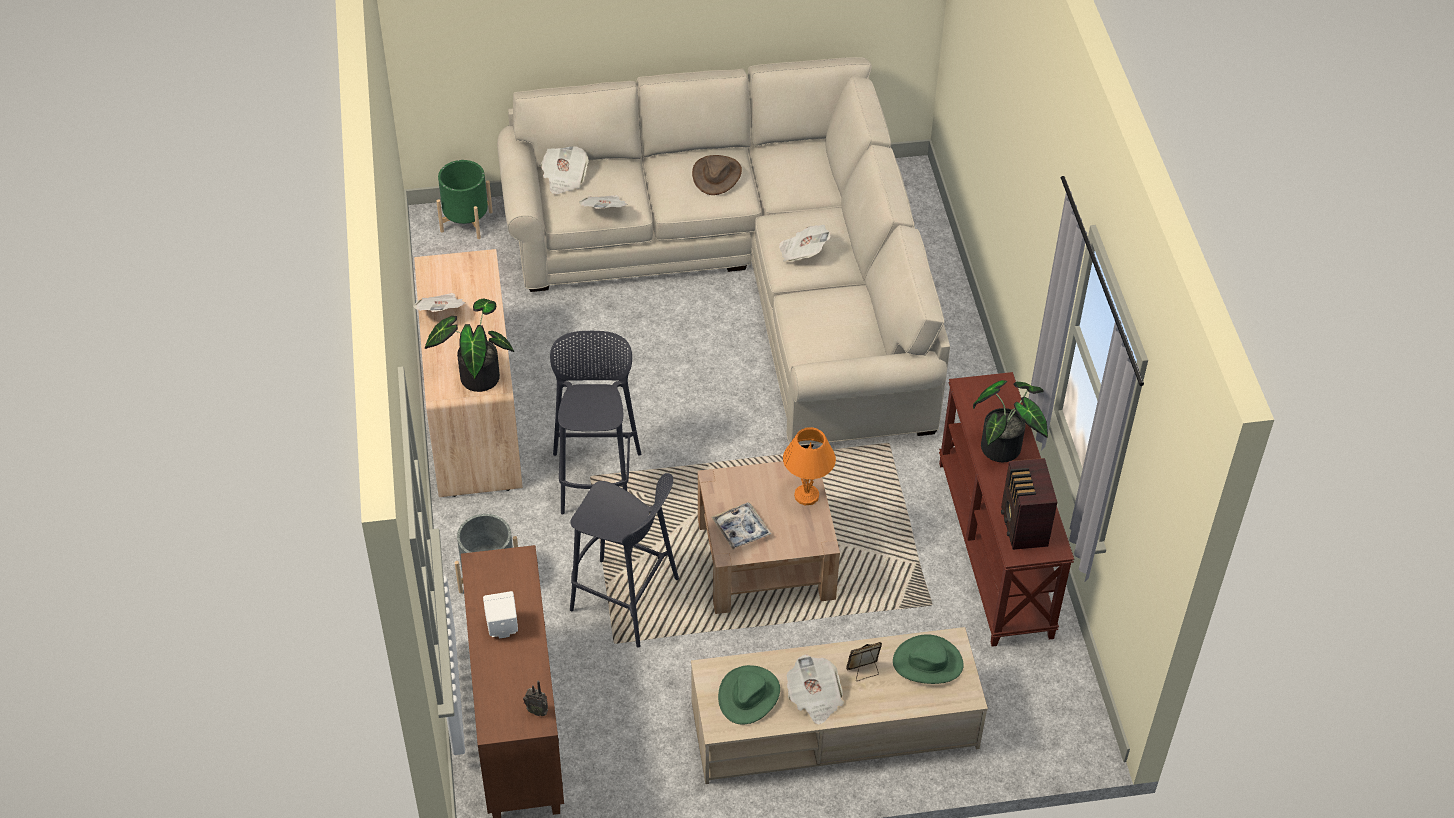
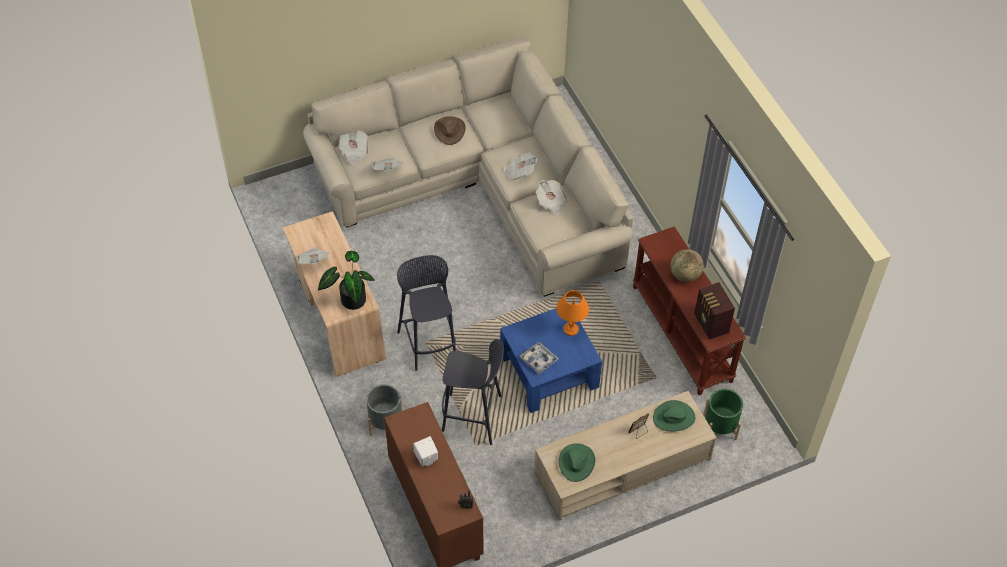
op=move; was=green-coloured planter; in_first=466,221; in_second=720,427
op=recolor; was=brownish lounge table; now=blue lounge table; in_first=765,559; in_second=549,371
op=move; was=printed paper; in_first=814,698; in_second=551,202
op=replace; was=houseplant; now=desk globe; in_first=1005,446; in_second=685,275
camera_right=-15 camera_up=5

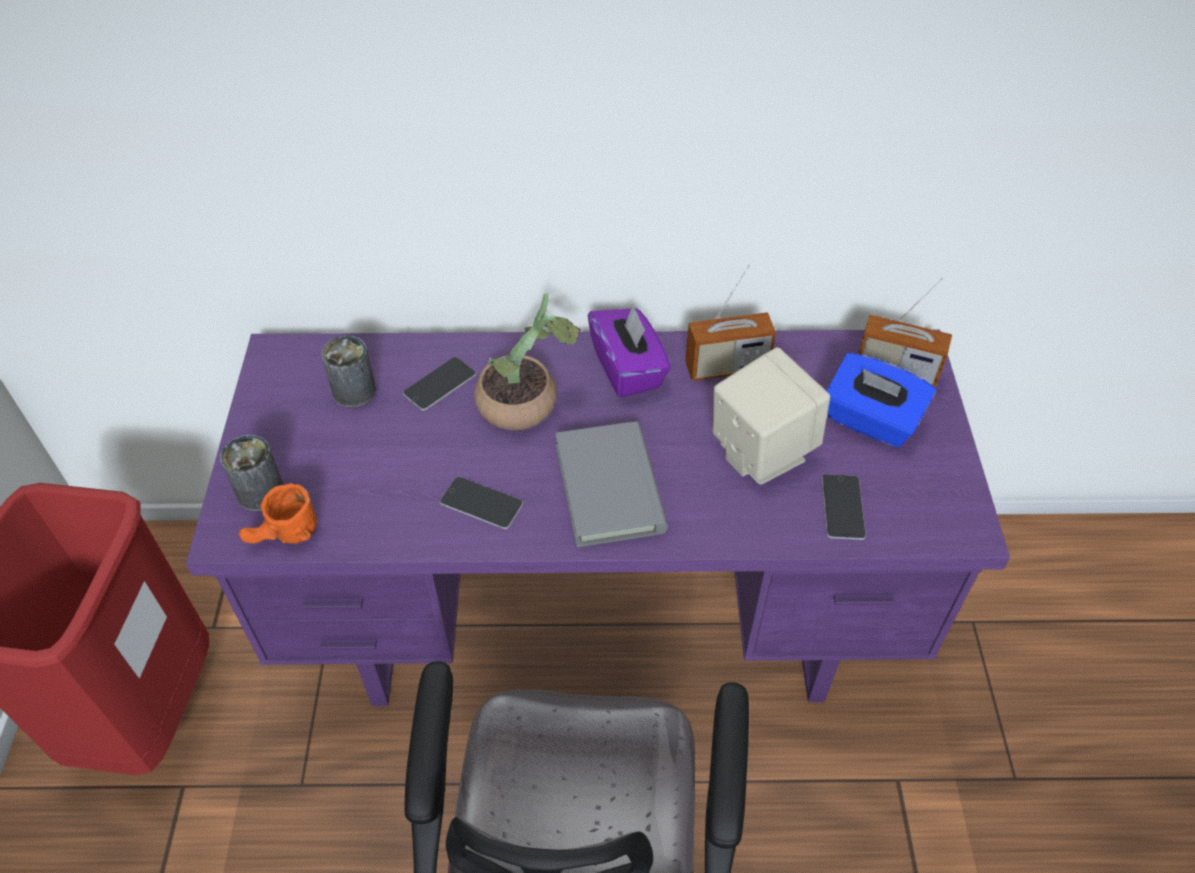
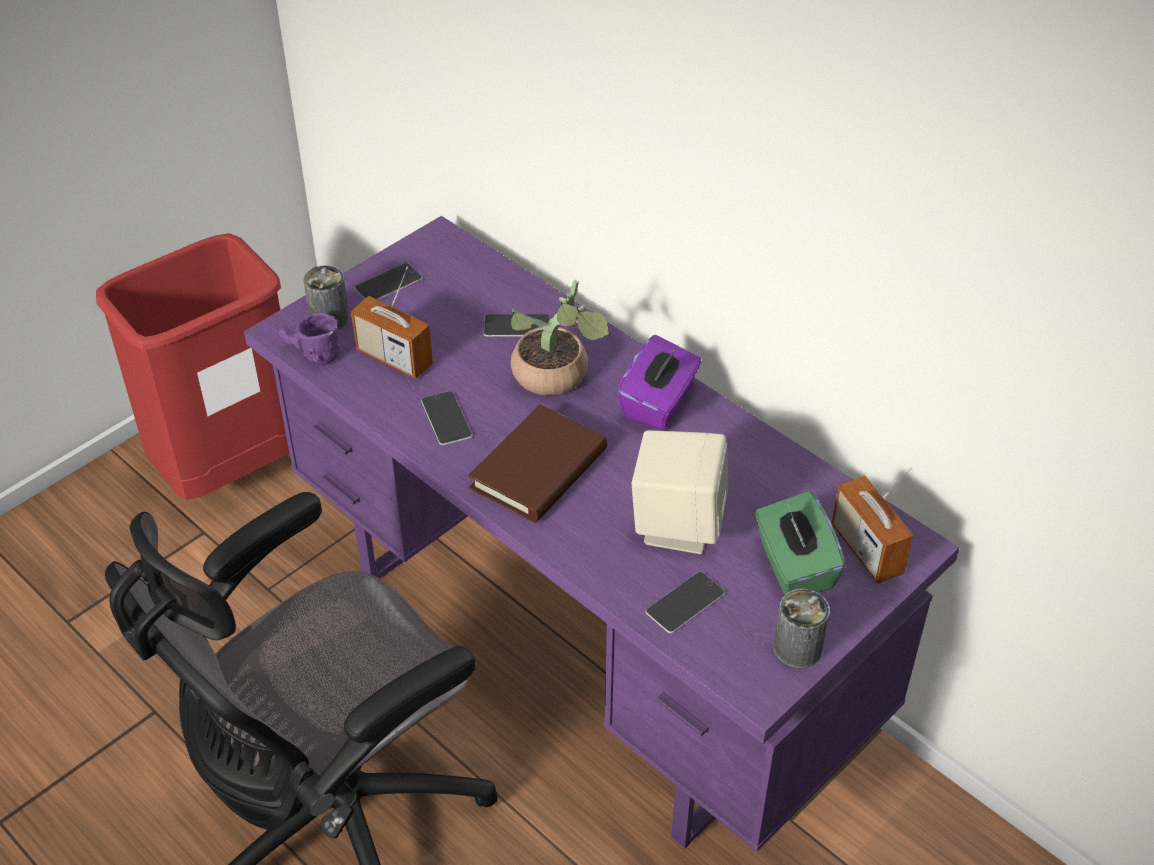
op=recolor; was=orangey mug; now=purple-coloured mug; in_first=284,537; in_second=310,354
op=move; was=metal can; in_first=354,391; in_second=797,648
op=recolor; was=gray book; now=brownish book; in_first=609,488; in_second=539,469
op=move; was=radio receiver; in_first=726,367; in_second=394,358
op=recolor; was=blue tissue holder; now=green-coloured tissue holder; in_first=870,421; in_second=794,566
op=insert; now=telephone; in_second=388,283
camera_right=45 camera_up=-5

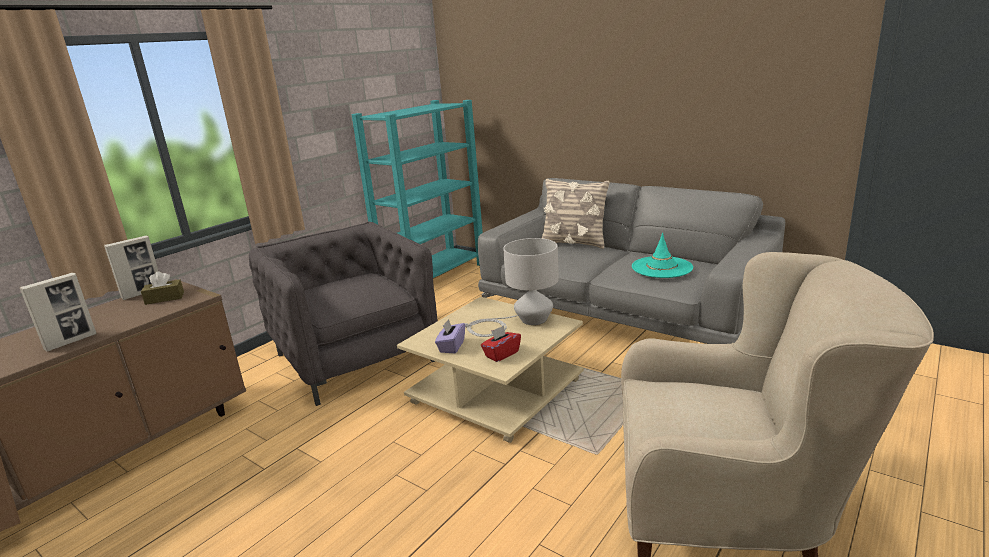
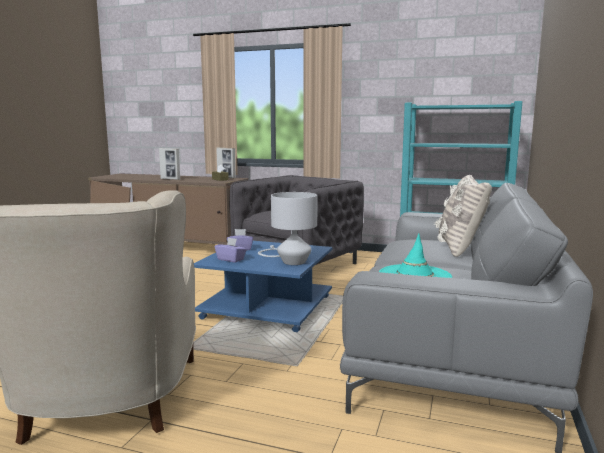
op=recolor; was=beige lounge table; now=blue lounge table; in_first=498,391; in_second=268,308
op=recolor; was=red tissue holder; now=purple-coloured tissue holder; in_first=501,354; in_second=231,259
camera_right=70 camera_up=-10

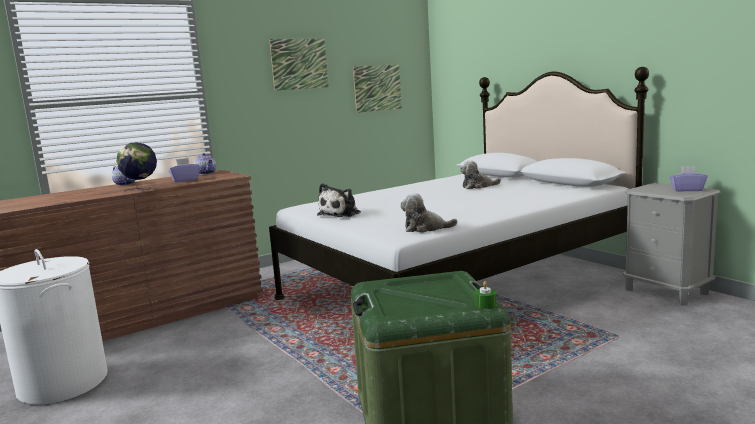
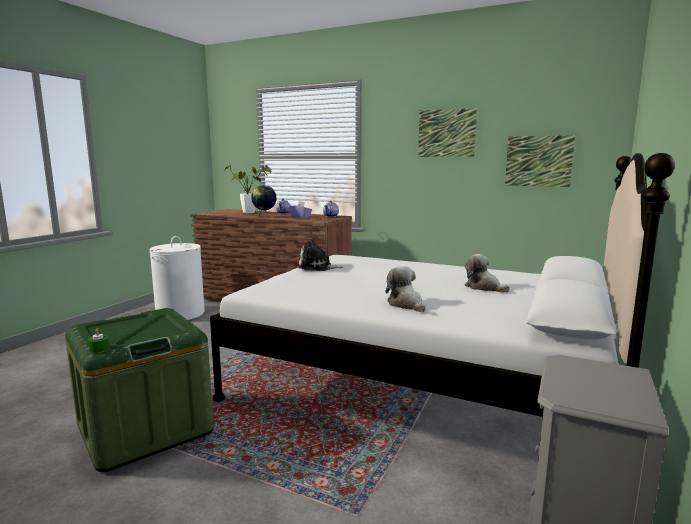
op=move; was=cuddly toy; in_first=425,228; in_second=406,304
op=delete; was=purple-coloured tissue holder; in_first=687,190
op=insert; now=houseplant; in_second=251,212
camera_right=60 camera_up=0

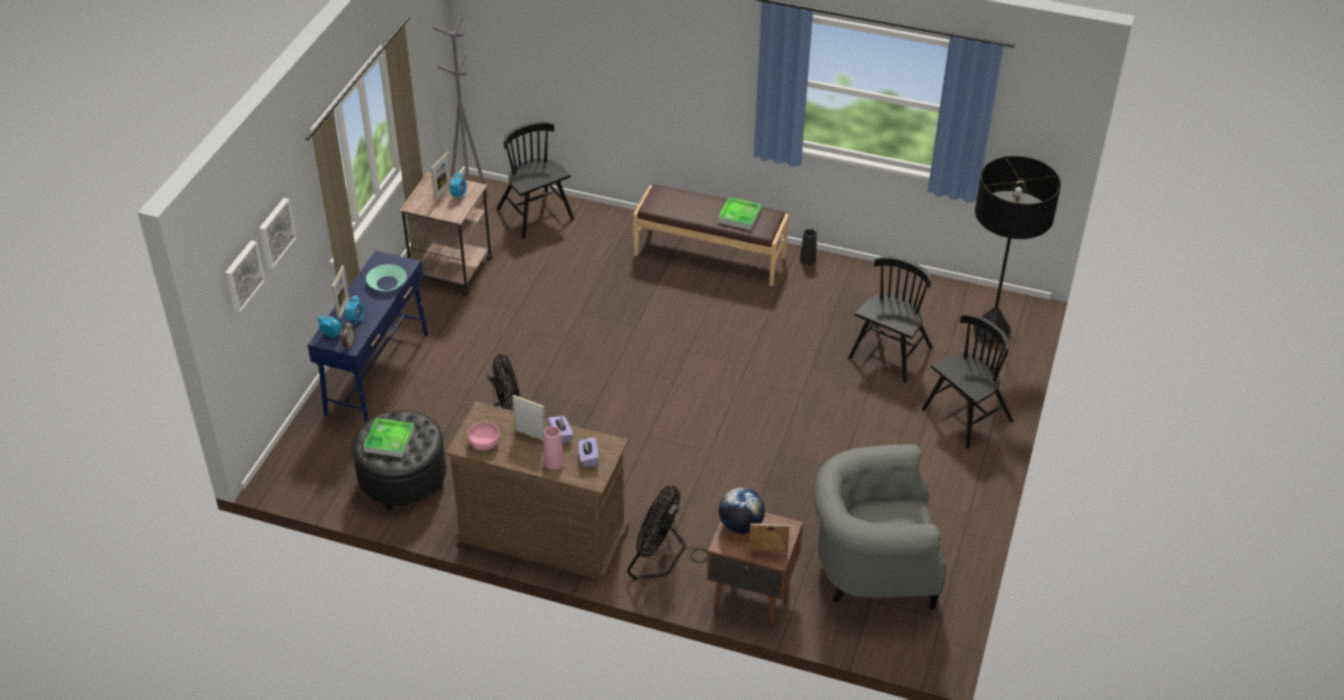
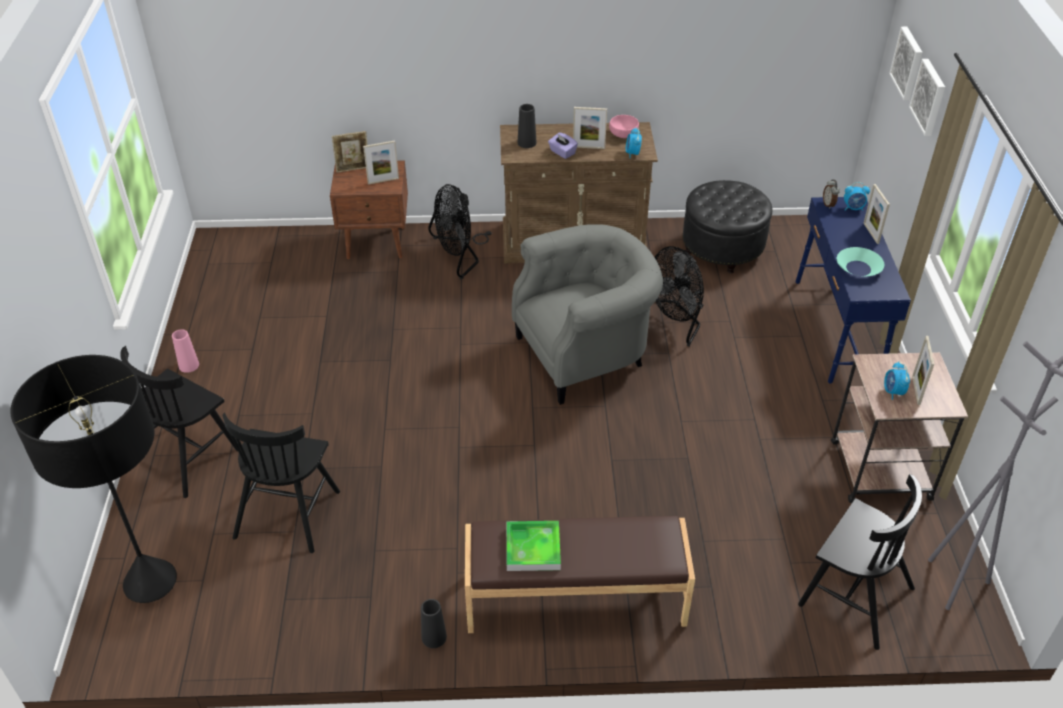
op=move; was=bedside clock; in_first=356,319; in_second=632,153
op=delete; was=carrying tray; in_first=389,440
op=move; was=pinkish vase; in_first=553,462; in_second=189,365
op=replace; was=purple-coloured tissue holder; now=black-coloured vase; in_first=588,458; in_second=527,143
op=rotate; was=black-coloured cooling fan; in_first=667,554; in_second=460,252; clockwise=150
op=replace; was=desk globe; now=picture frame; in_first=741,525; in_second=383,181
op=move; was=gray lounge chair; in_first=872,569; in_second=586,354
camera_right=160 camera_up=0

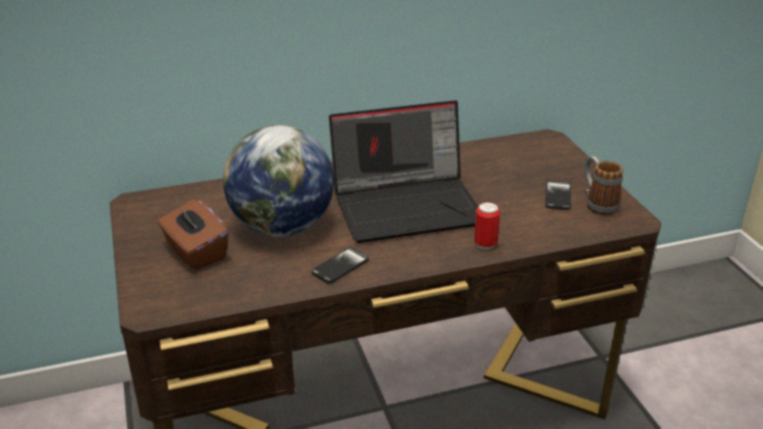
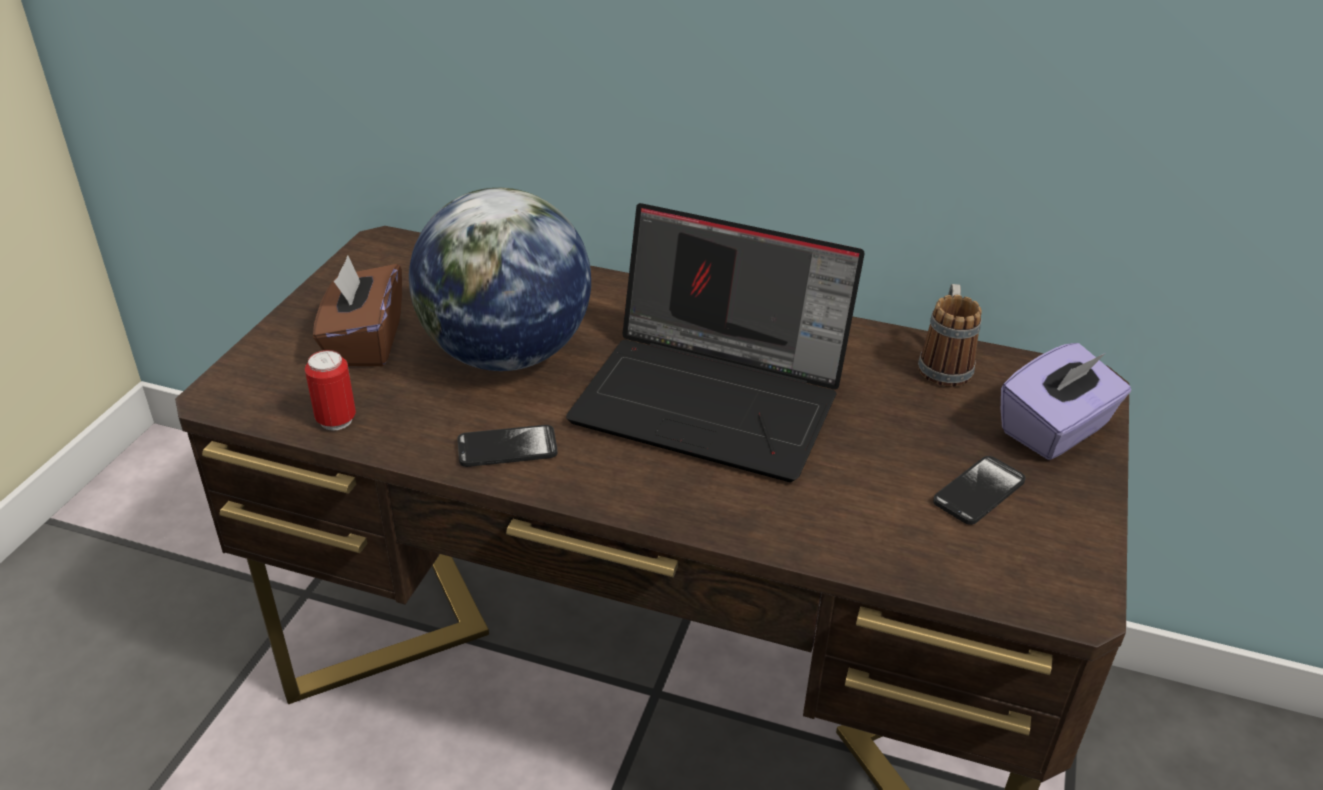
op=move; was=metal can; in_first=485,244; in_second=336,420
op=move; was=mug; in_first=597,203; in_second=944,364
op=insert; now=purple-coloured tissue holder; in_second=1055,430
camera_right=35 camera_up=5

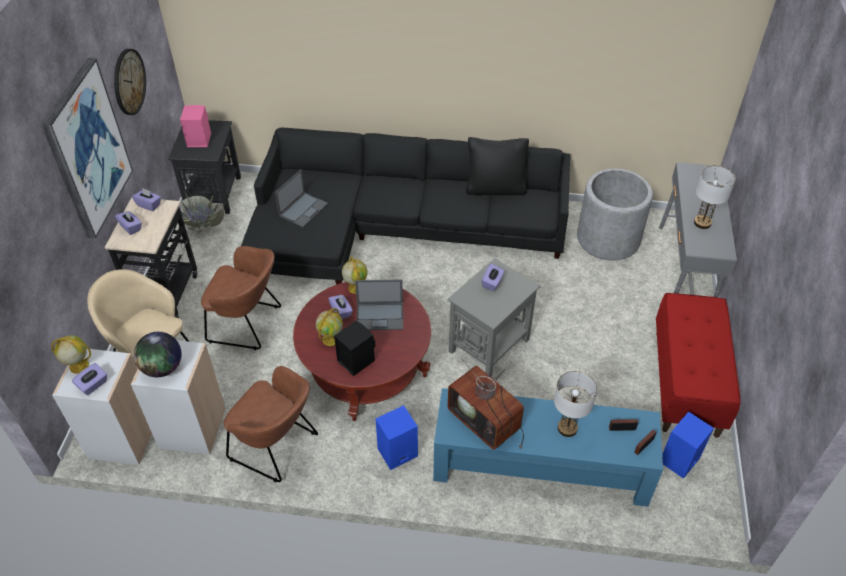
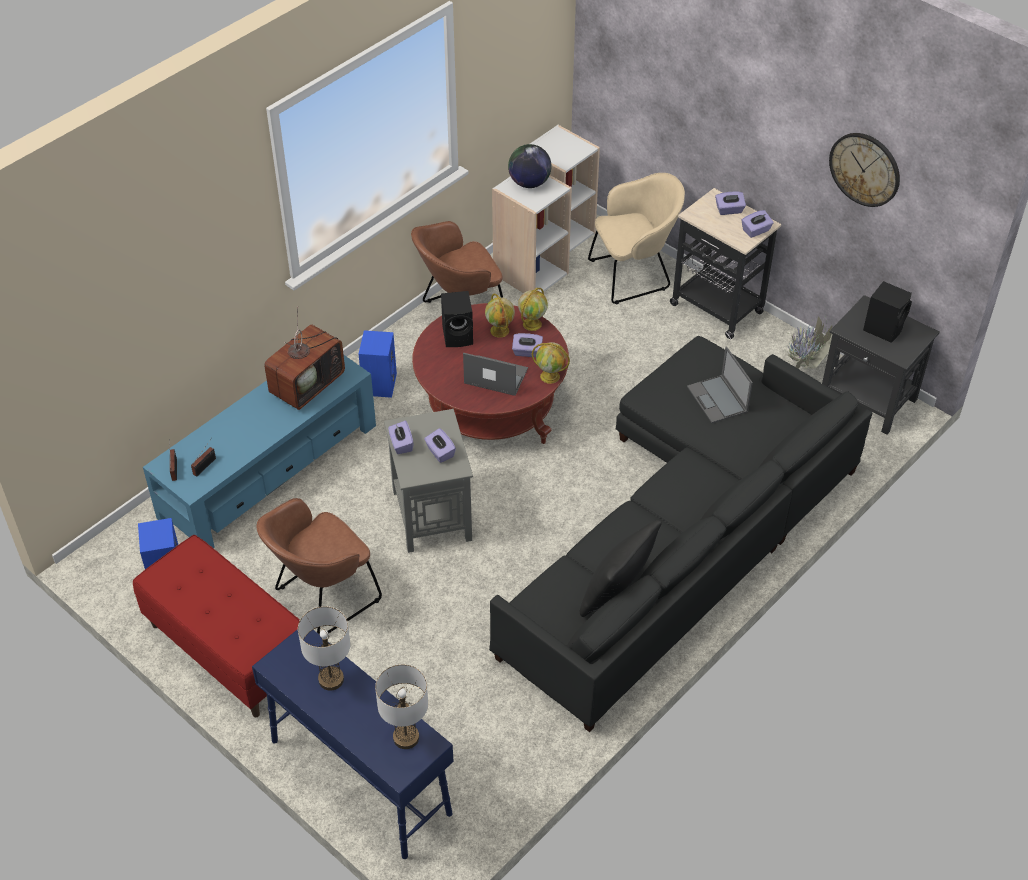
op=delete; was=wall picture; in_first=87,149
op=move; was=desk globe; in_first=78,366; in_second=532,323
op=move; was=purple-coloured tissue holder; in_first=93,385; in_second=401,444
op=recolor; was=pinkish audio speaker; now=black-coloured audio speaker; in_first=198,140; in_second=884,328
op=move; was=brownish lounge chair; in_first=248,325; in_second=322,596
op=rotate; was=portable computer; in_first=380,316; in_second=495,376; clockwise=75
op=rotate; was=TV set; in_first=487,421; in_second=307,383; clockwise=135
op=move; was=table lamp; in_first=567,428; in_second=406,737
op=delete; was=gray planter; in_first=608,239
op=recolor; was=gray hall table; now=blue hall table; in_first=682,272; in_second=361,776
camera_right=125 camera_up=0

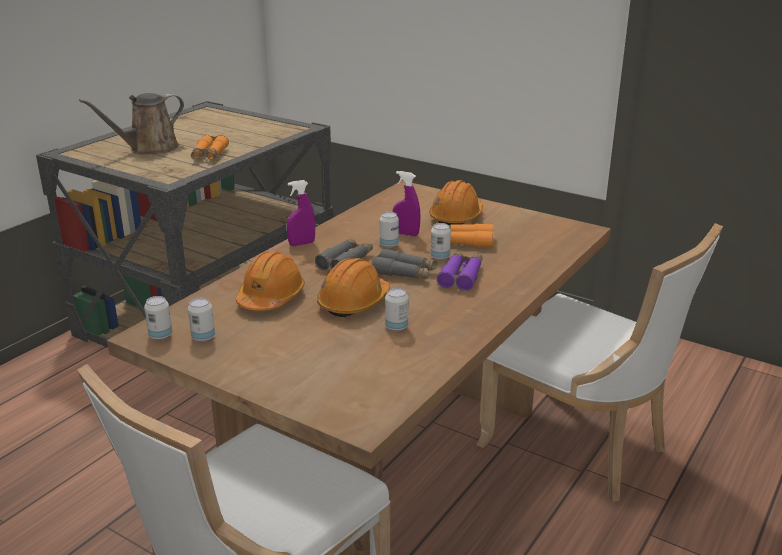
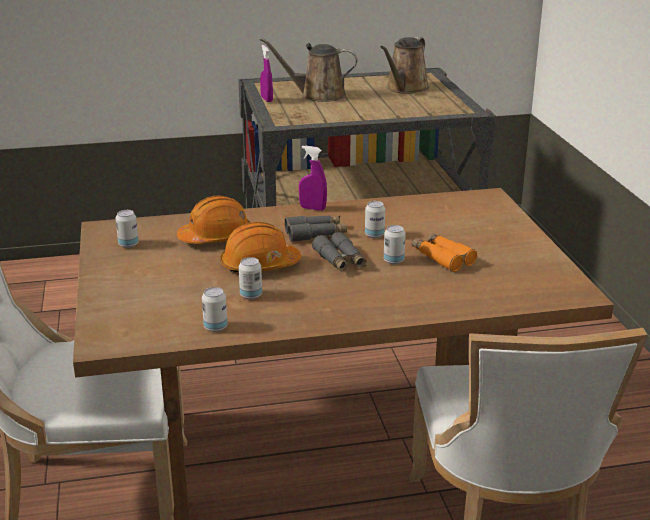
op=move; was=metal can; in_first=160,336; in_second=215,327
op=delete; was=orangey field glasses; in_first=209,155
op=move; was=purple-coloured hand sprayer; in_first=406,234; in_second=266,99
op=delete; was=orangey work helmet; in_first=456,217
op=delete; was=purple-coloured field glasses; in_first=461,276
op=insert; now=brownish watering pot; in_second=405,88
camera_right=45 camera_up=0

